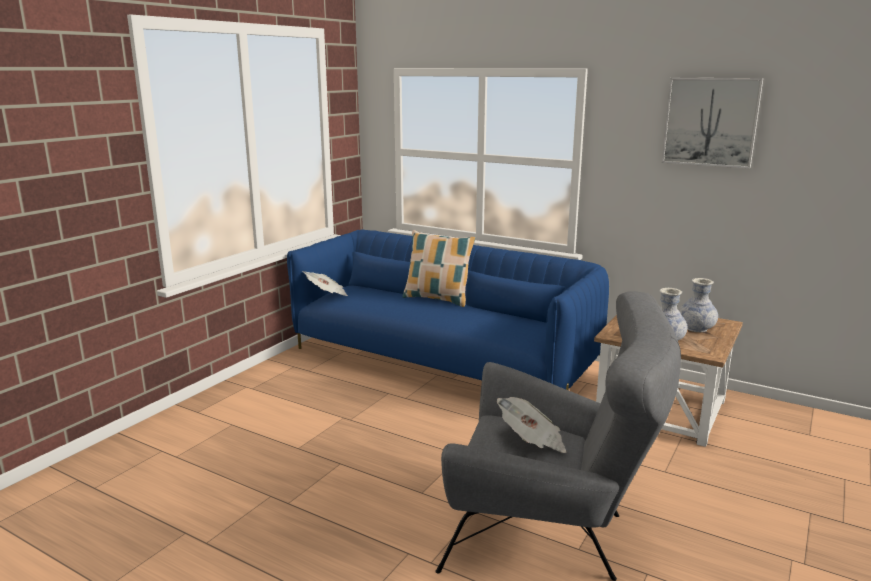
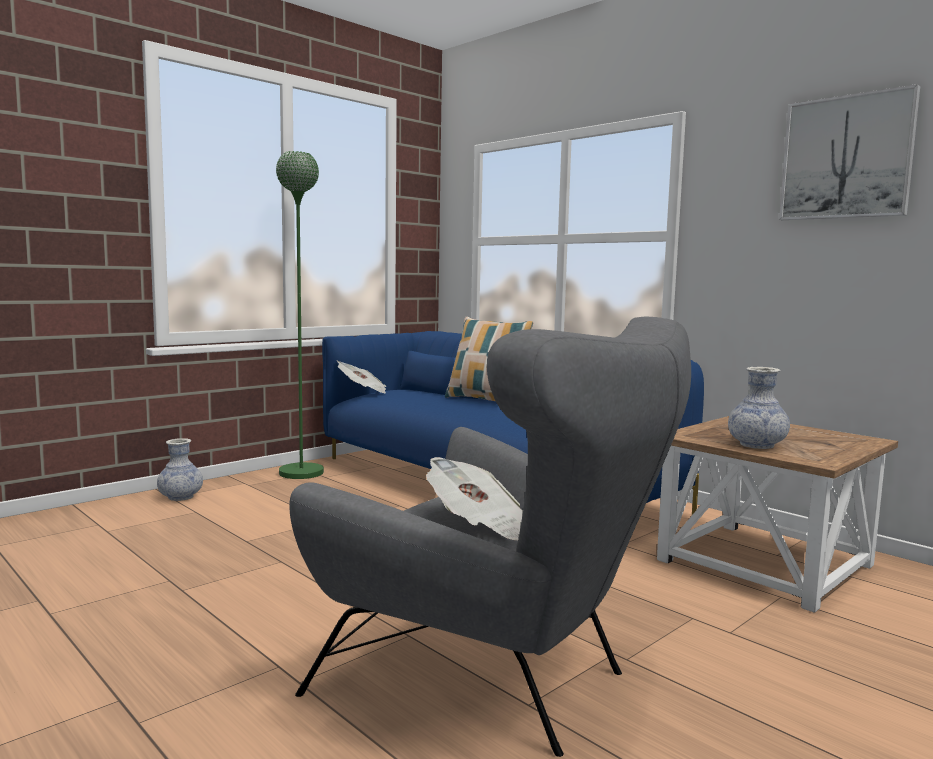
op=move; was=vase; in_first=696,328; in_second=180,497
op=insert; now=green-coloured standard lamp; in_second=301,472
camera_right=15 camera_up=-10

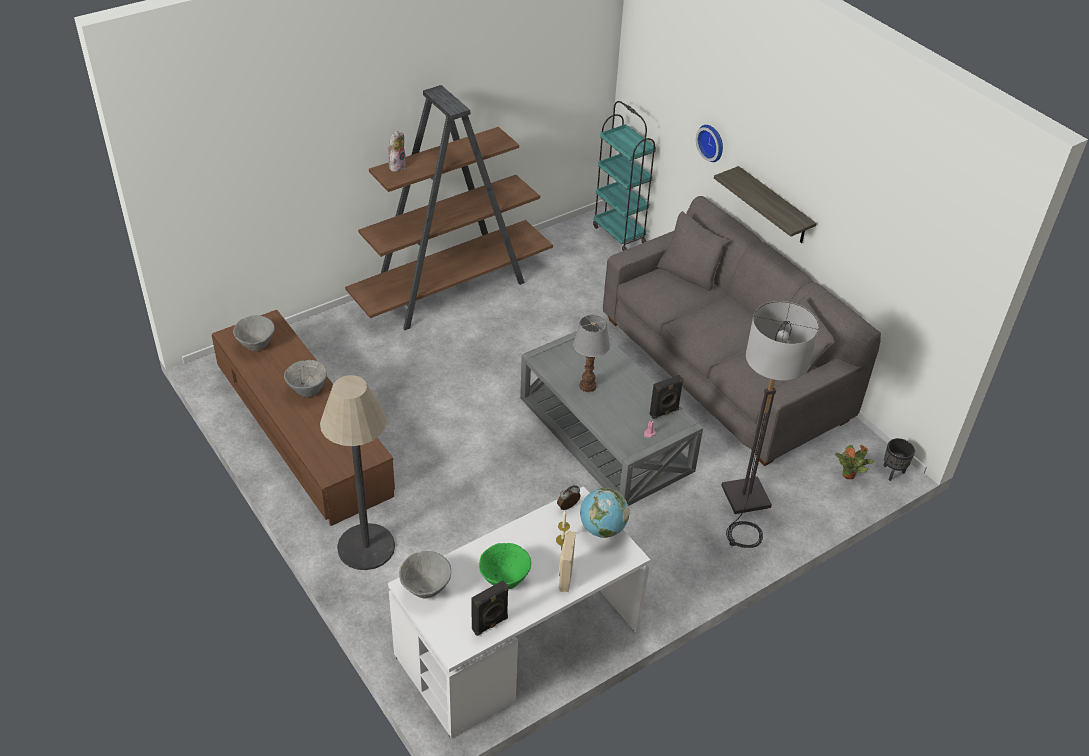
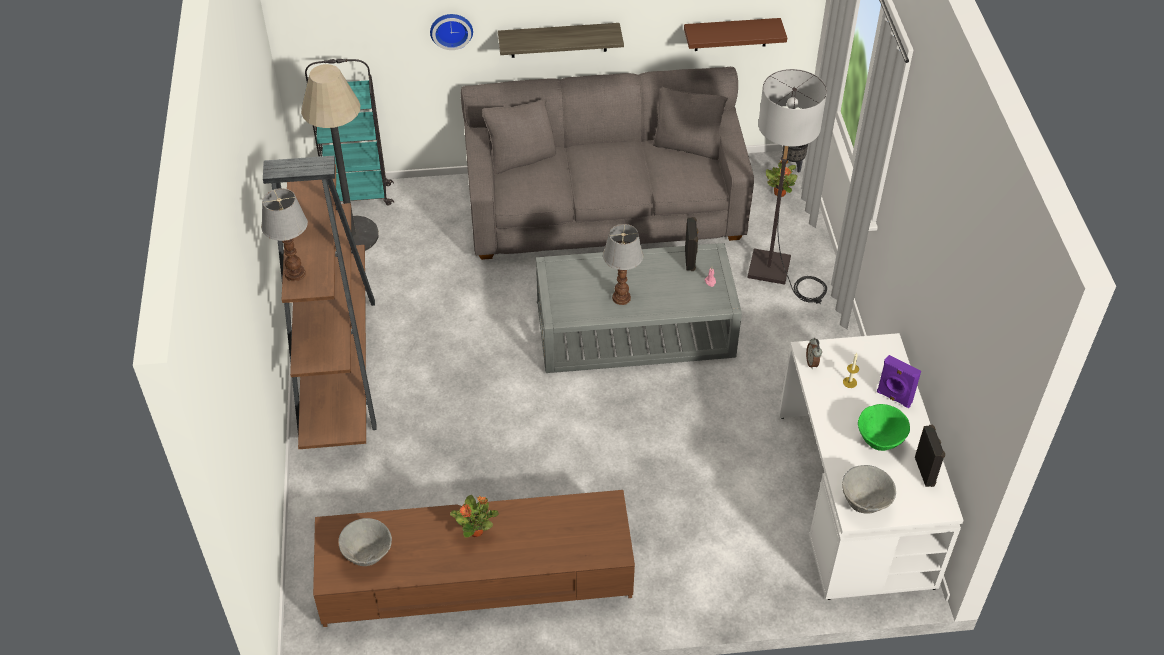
op=replace; was=gray serving bowl; now=houseplant; in_first=307,391; in_second=476,530
op=move; was=standard lamp; in_first=366,547; in_second=352,235
op=replace; was=cuddly toy; now=table lamp; in_first=396,165; in_second=296,274
op=recolor; was=beige audio speaker; now=purple-coloured audio speaker; in_first=565,577; in_second=893,398
op=delete; was=desk globe; in_first=602,529
op=insert; now=brownish bracket shelf; in_second=731,34
camera_right=-60 camera_up=5

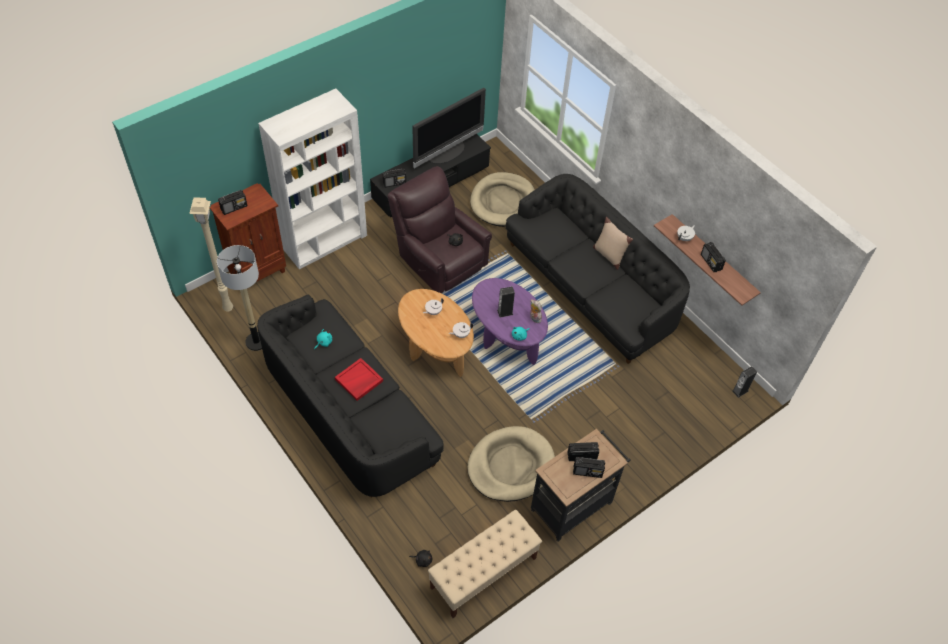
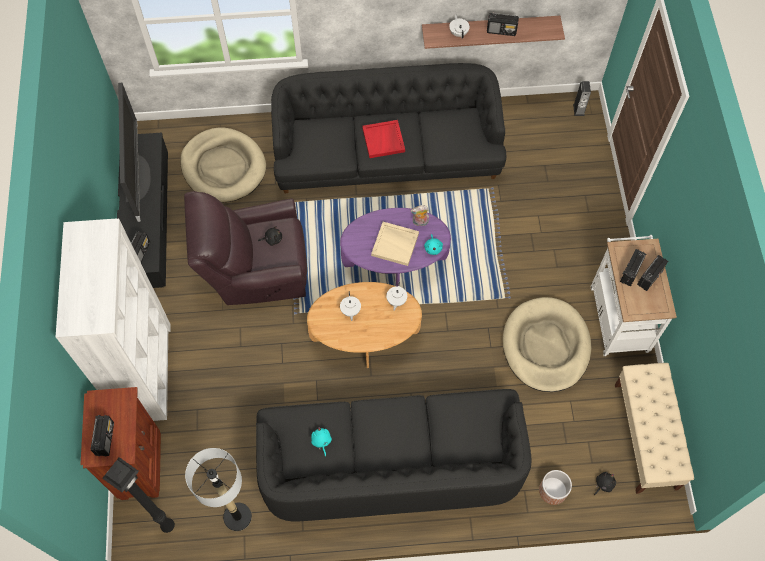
op=recolor; was=beige standard lamp; now=black-coloured standard lamp; in_first=227,307; in_second=166,526
op=move; was=red carrying tray; in_first=359,380; in_second=384,140
op=replace; was=audio speaker; now=beige carrying tray; in_first=505,312; in_second=395,244
op=recolor; was=black-coloured cart; now=whitish cart; in_first=573,505; in_second=618,317
op=delete; was=beige throw pillow; in_first=608,255
op=insert; now=planter; in_second=552,491
camera_right=-55 camera_up=10

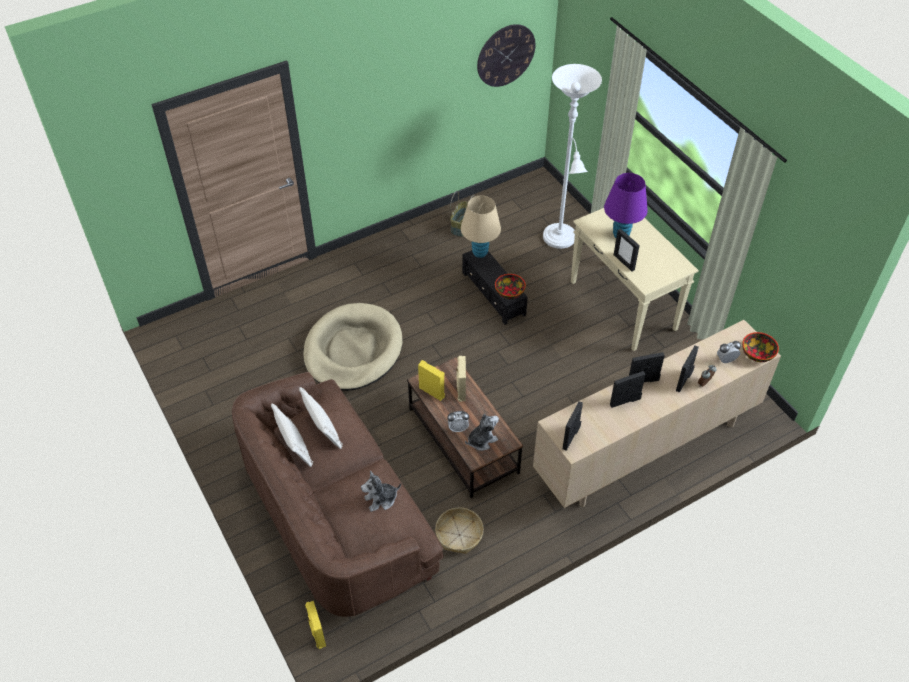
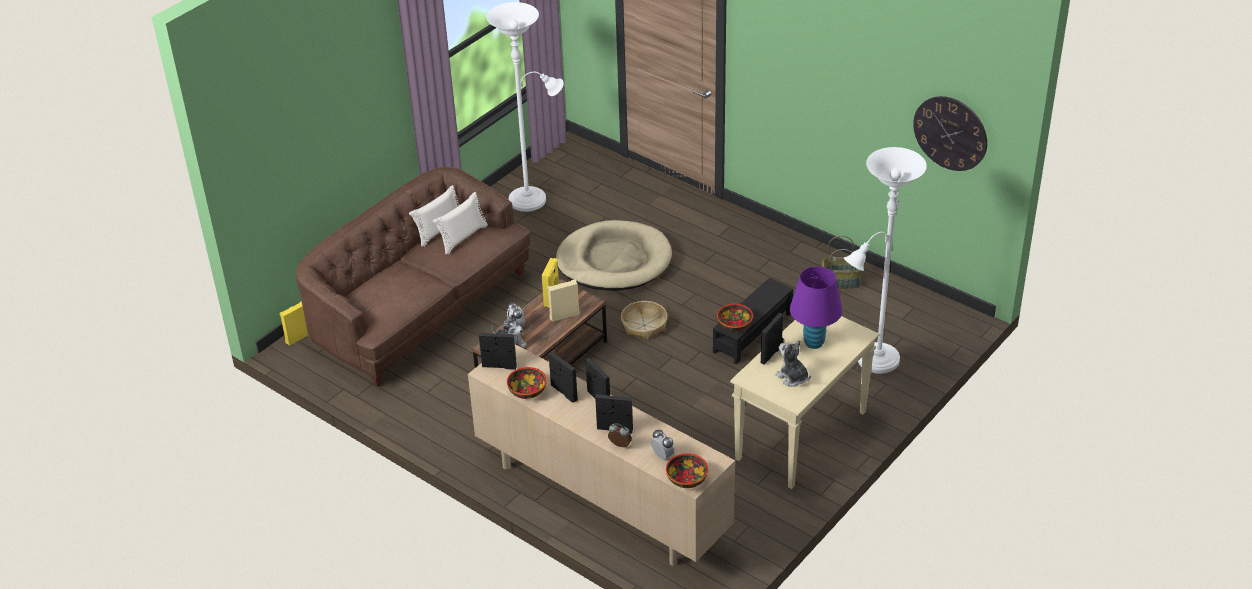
op=move; was=cuddly toy; in_first=381,499; in_second=792,377
op=move; was=household basket; in_first=459,535; in_second=644,325
op=delete; was=beige table lamp; in_first=480,253
op=insert; now=whitish standard lamp; in_second=532,199
op=insert; now=serving bowl; in_second=527,391
camera_right=70 camera_up=-10

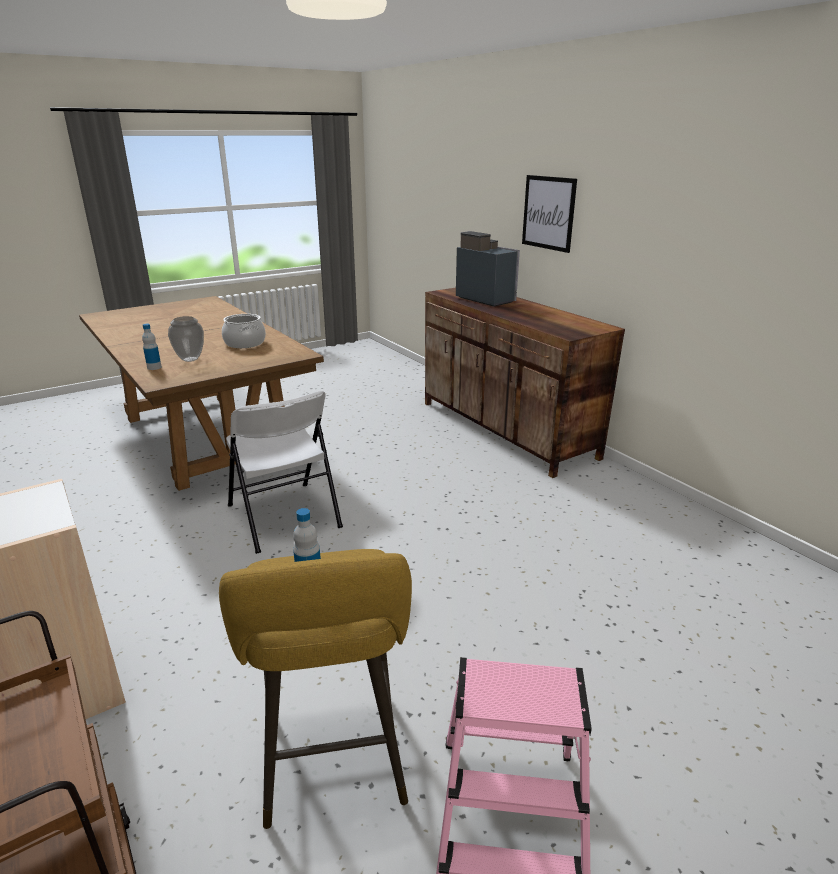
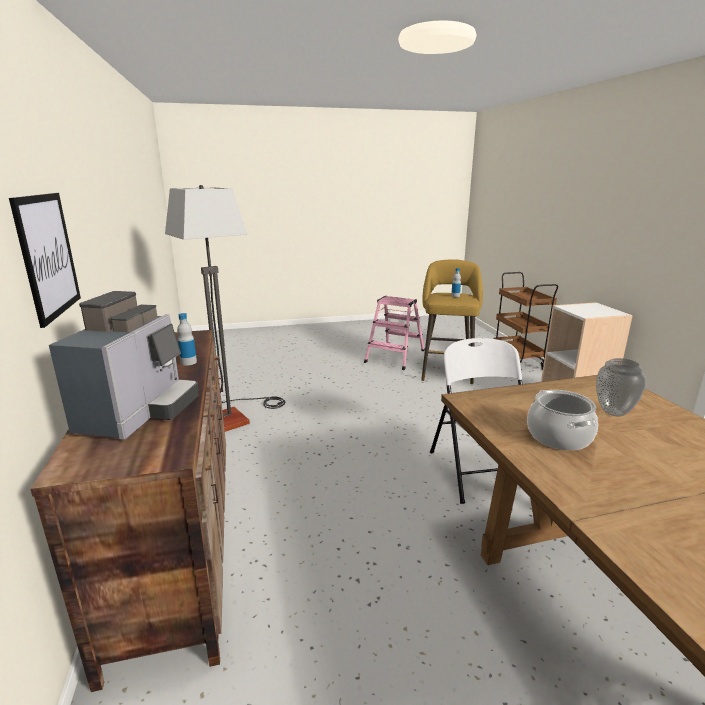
op=move; was=drink bottle; in_first=154,367; in_second=188,362
op=rotate; was=coffee maker; in_first=486,299; in_second=139,413; clockwise=-150
op=insert; now=standard lamp; in_second=236,416
camera_right=-160 camera_up=-5

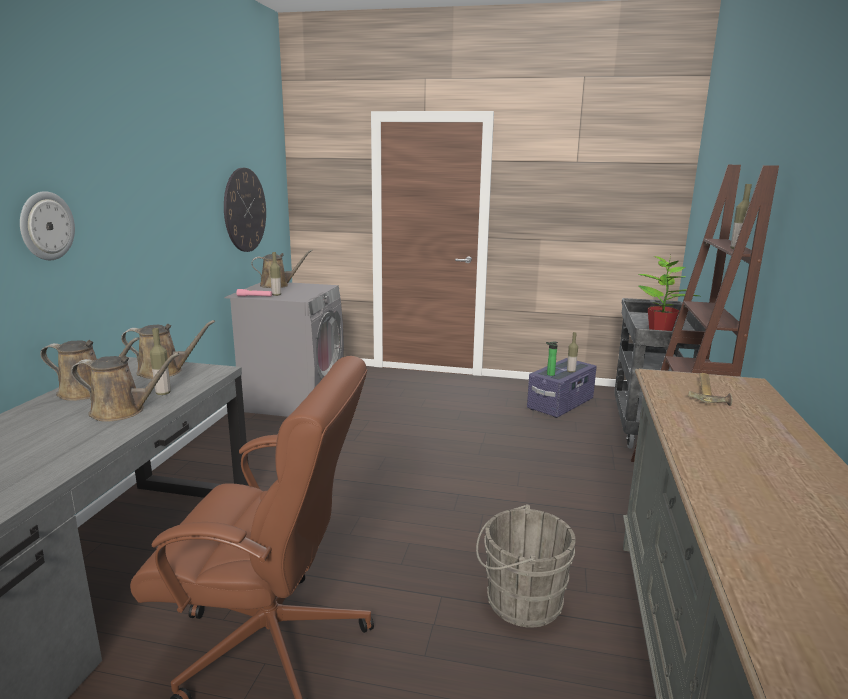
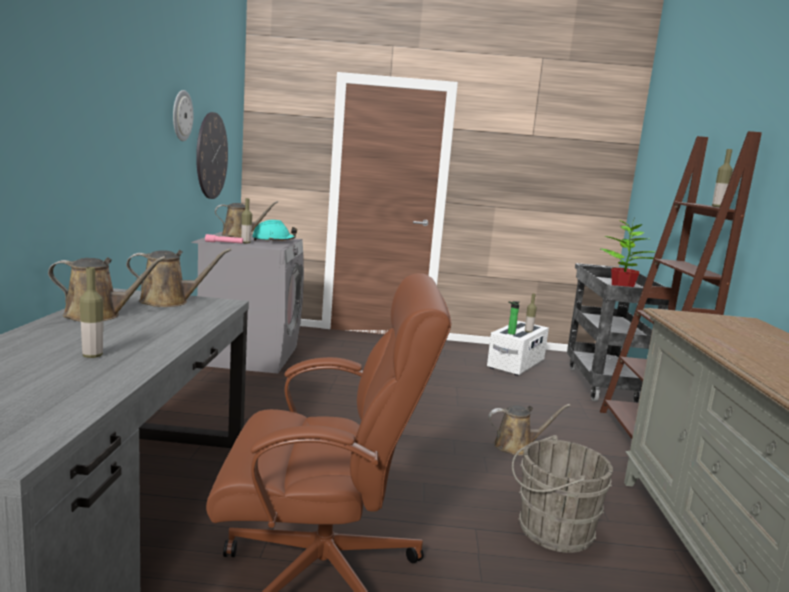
op=move; was=hanging clock; in_first=46,226; in_second=181,115
op=move; was=brownish watering pot; in_first=122,411; in_second=516,446
op=move; was=drink bottle; in_first=163,393; in_second=92,356
op=recolor; was=purple-coloured storage container; now=whitish storage container; in_first=560,404; in_second=516,364
op=delete; was=hand hammer; in_first=708,392
op=insert; now=blue-green work helmet; in_second=273,240
camera_right=-10 camera_up=-5

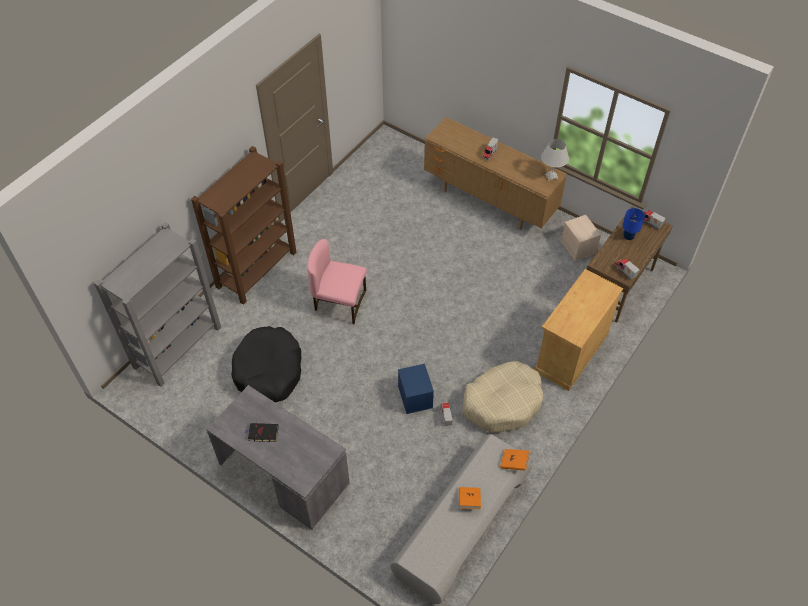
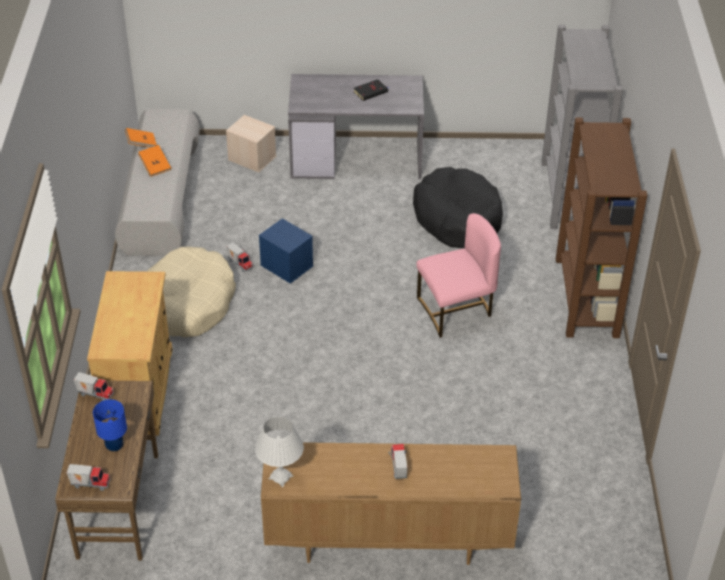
op=move; was=orangey book; in_first=514,463; in_second=141,144
op=move; was=beige storage container; in_first=578,247; in_second=251,158
camera_right=145 camera_up=-10

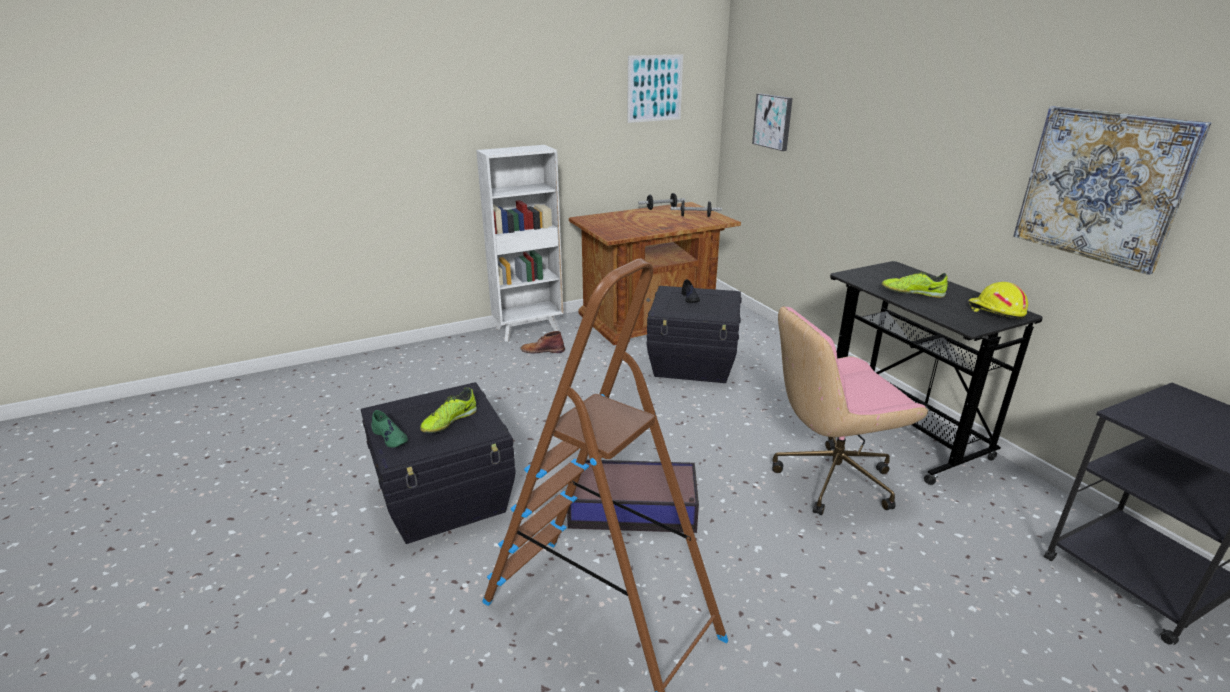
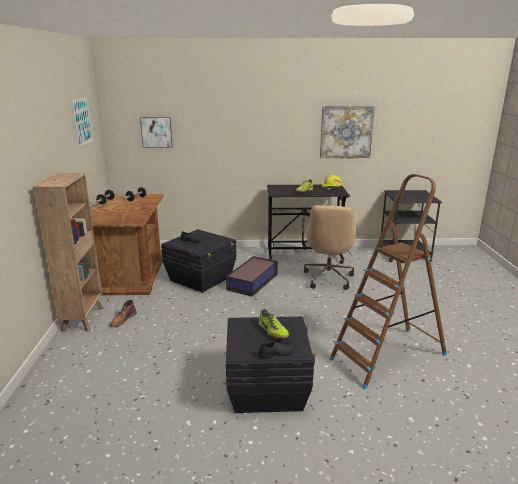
op=recolor; was=green-coloured item of footwear; now=black-coloured item of footwear; in_first=390,437; in_second=276,353
op=recolor; was=whitish bookcase; now=brownish bookcase; in_first=529,329; in_second=83,318
op=move; was=storage container; in_first=634,508; in_second=253,281
camera_right=-65 camera_up=-5

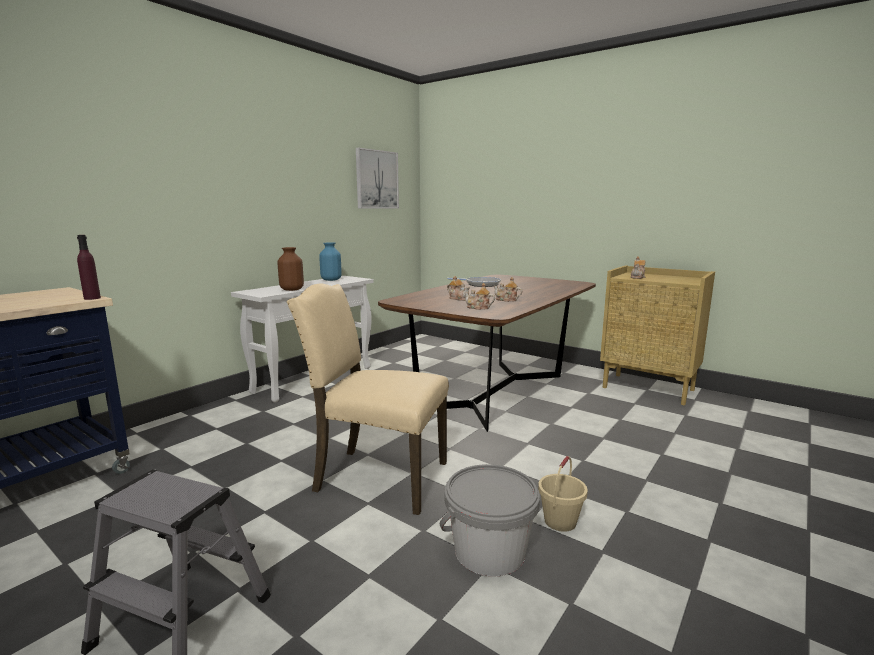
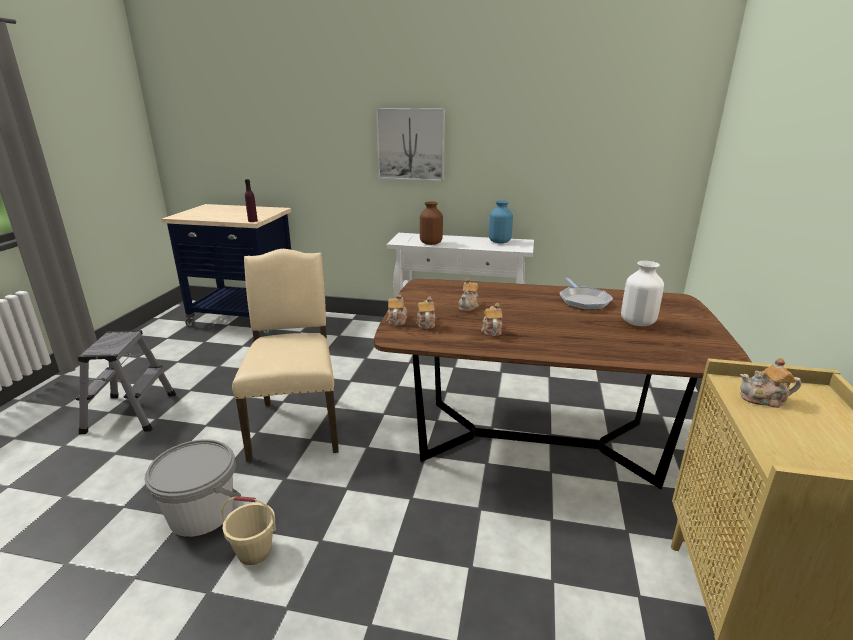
op=move; was=wall picture; in_first=376,179; in_second=411,144
op=insert; now=teapot; in_second=397,320
op=insert; now=whitish vase; in_second=638,322
camera_right=65 camera_up=10

